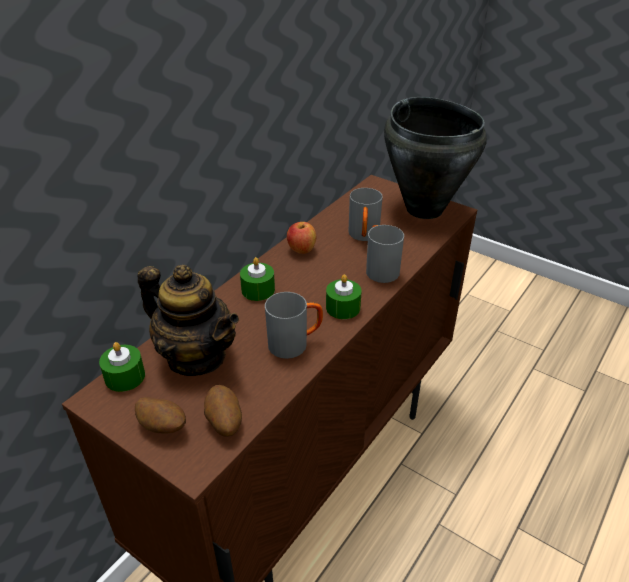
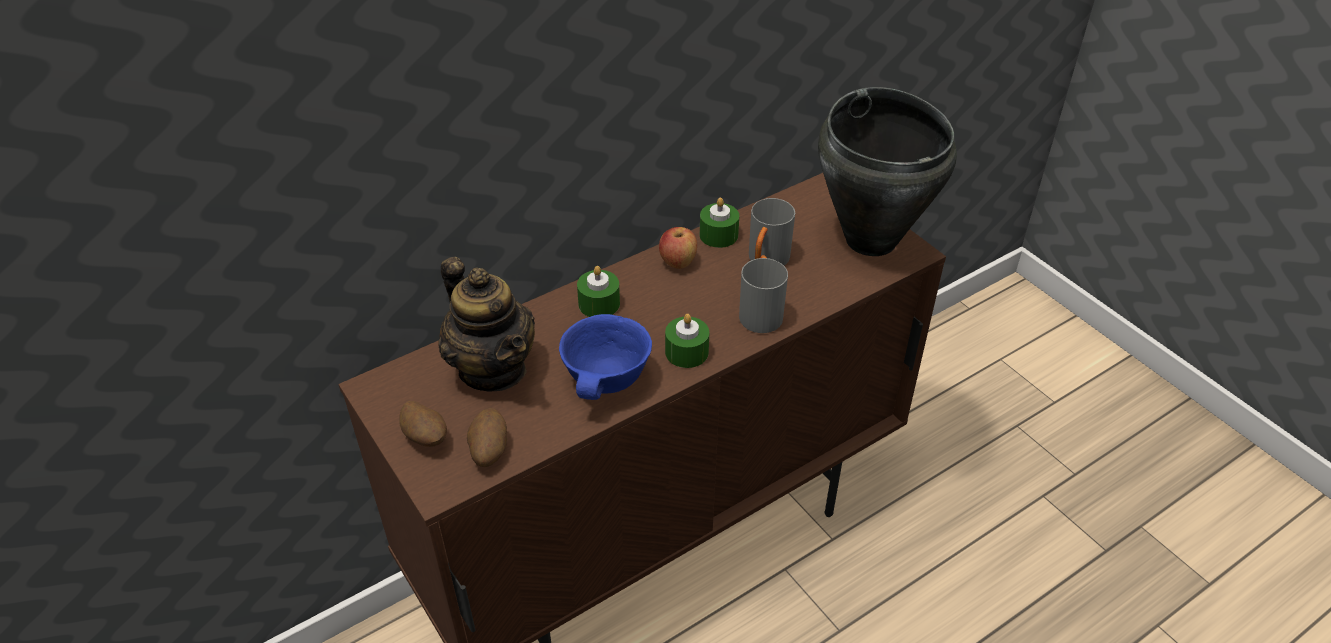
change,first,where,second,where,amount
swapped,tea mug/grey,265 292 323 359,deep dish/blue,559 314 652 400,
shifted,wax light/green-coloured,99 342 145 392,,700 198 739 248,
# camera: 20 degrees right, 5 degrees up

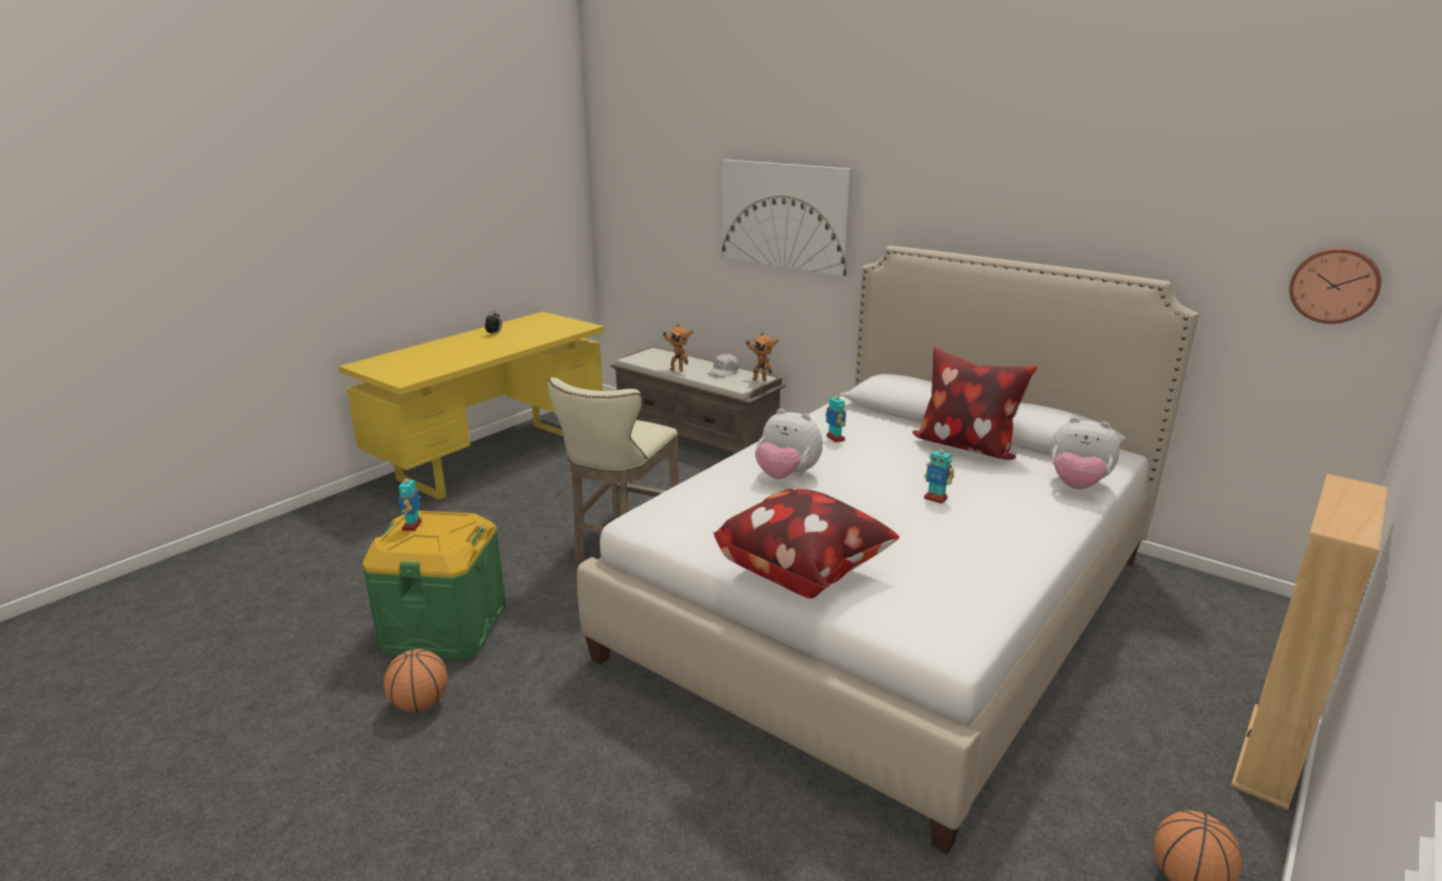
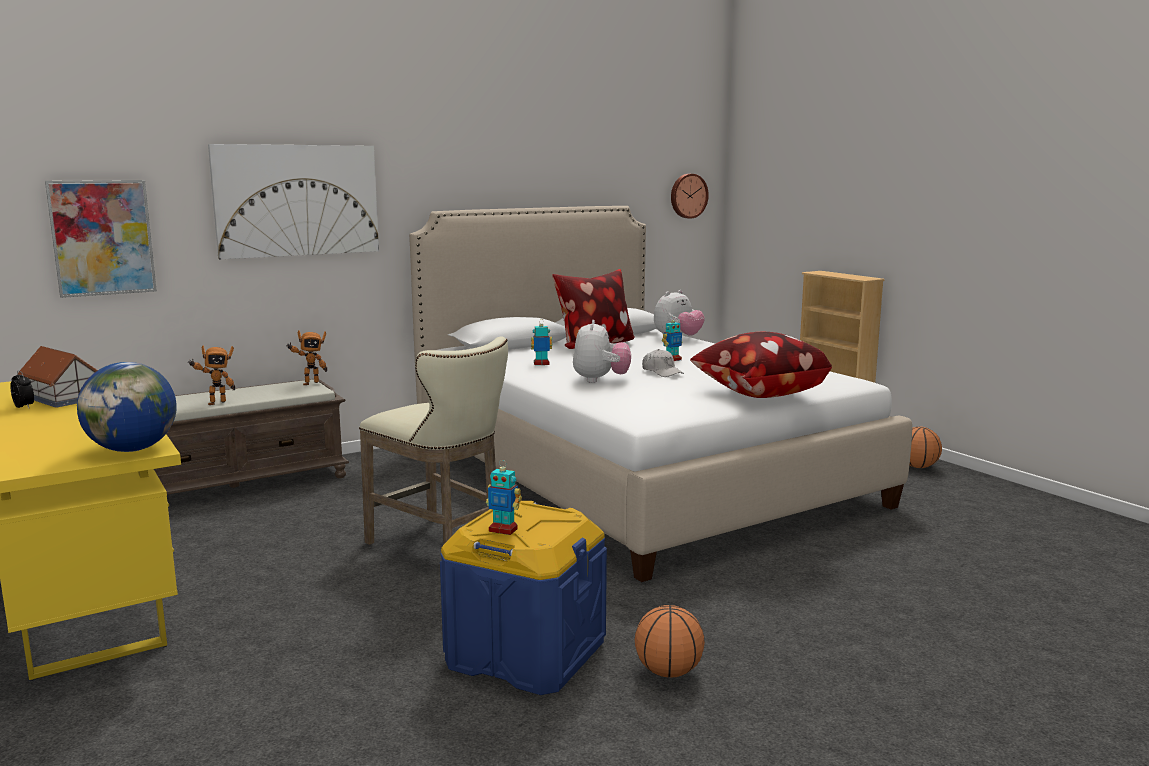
change,first,where,second,where,amount
new,,,model house,18 346 98 408,
new,,,wall picture,45 180 157 298,
new,,,desk globe,77 362 177 452,
repainted,storage box/green-coloured,362 511 506 660,storage box/blue,440 501 607 695,
rotated,cuddly toy,755 408 823 479,,573 320 631 383,45 degrees counterclockwise
shifted,cap/whitish,708 353 738 377,,642 349 684 377,
# camera: 70 degrees left, 10 degrees down

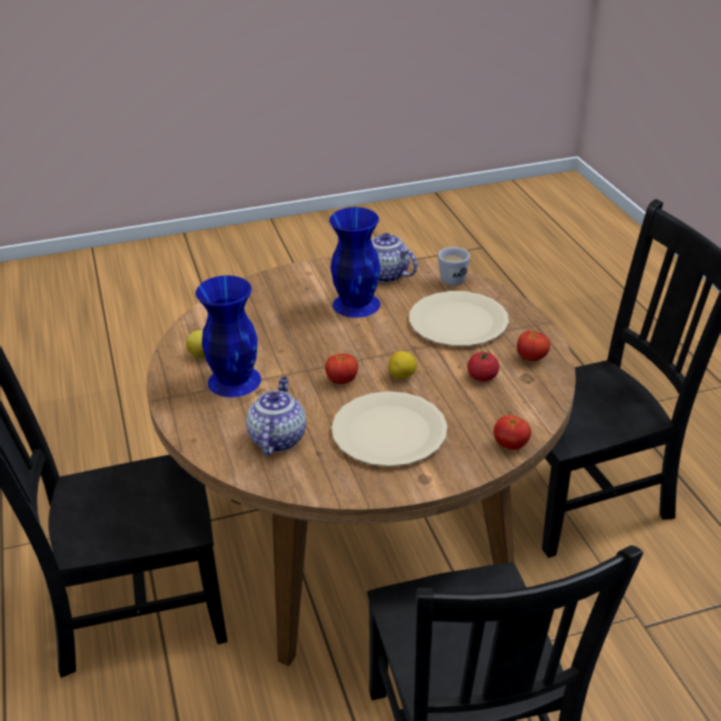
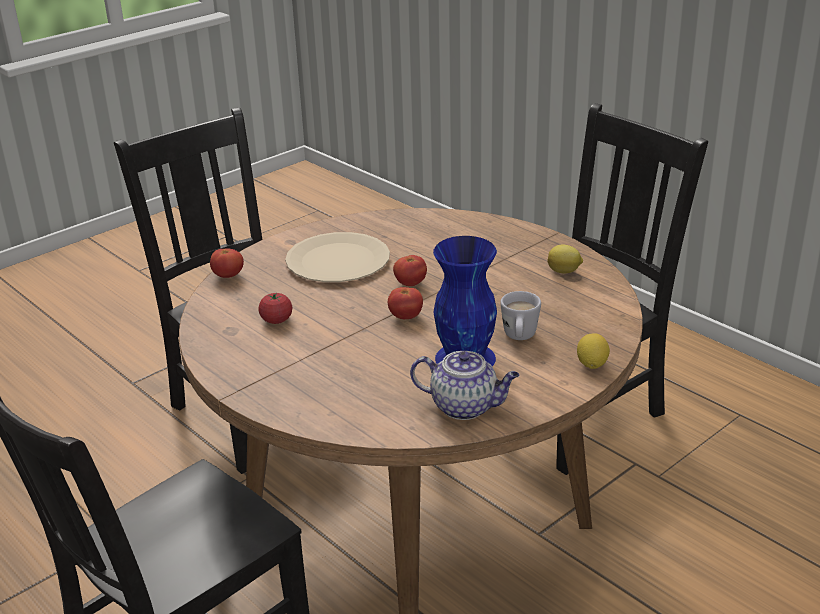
change,first,where,second,where,amount
shifted,whole tomato,517 331 550 361,,388 287 423 319,
shifted,tea mug/whitish,438 247 470 286,,500 291 541 340,
shifted,lemon,388 351 417 379,,577 333 610 369,
gone,vase/blue,196 275 261 397,,,
gone,tea pot,246 377 306 456,,,
gone,flat dish/beige,409 291 509 346,,,
# camera: 155 degrees right, 5 degrees down

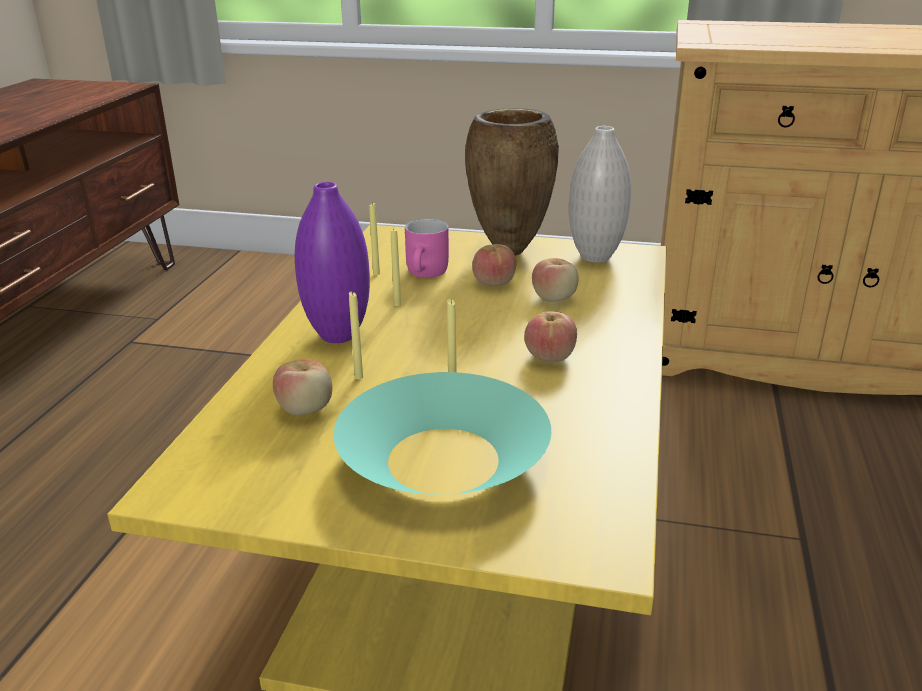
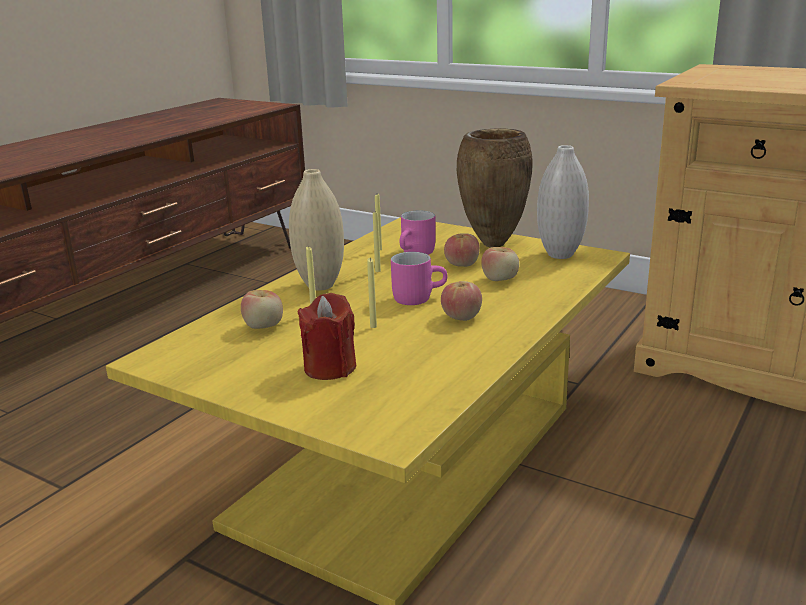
change,first,where,second,where,amount
repainted,vase/purple,294 182 370 343,vase/beige,289 169 344 290,
swapped,deep dish/turquoise-coloured,334 372 551 495,wax light/red,298 293 356 380,
new,,,tea mug/pinkish,391 252 448 305,
# camera: 20 degrees right, 5 degrees down

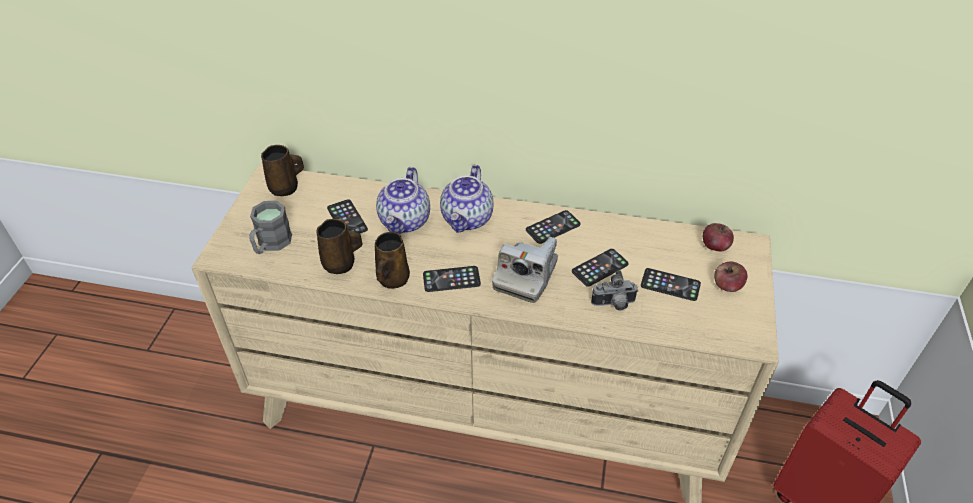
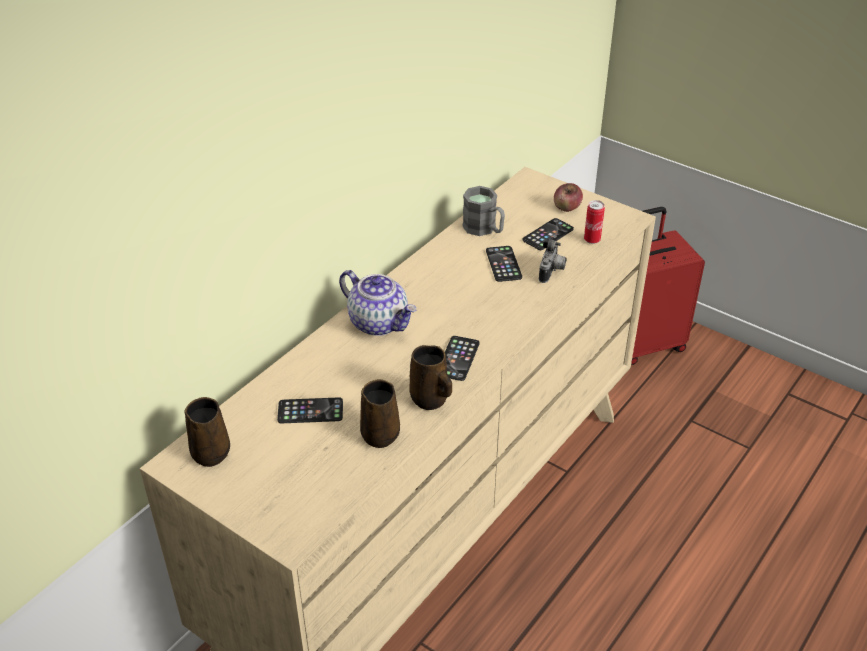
change,first,where,second,where,amount
shifted,tea mug/grey,249 201 292 254,,462 186 505 236,
new,,,can,584 200 605 244,
gone,tea pot,376 167 430 234,,,
gone,still camera,492 237 558 303,,,
gone,phone,526 210 581 244,,,
gone,apple,703 223 734 251,,,
# camera: 65 degrees left, 5 degrees down

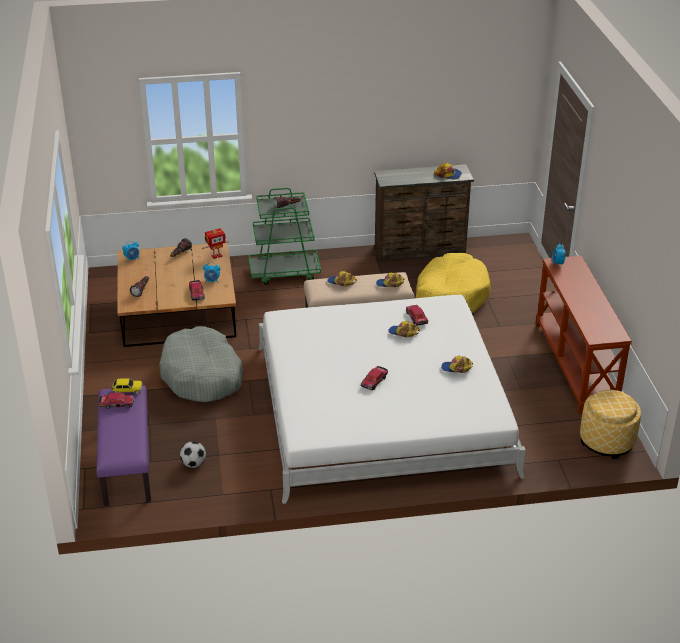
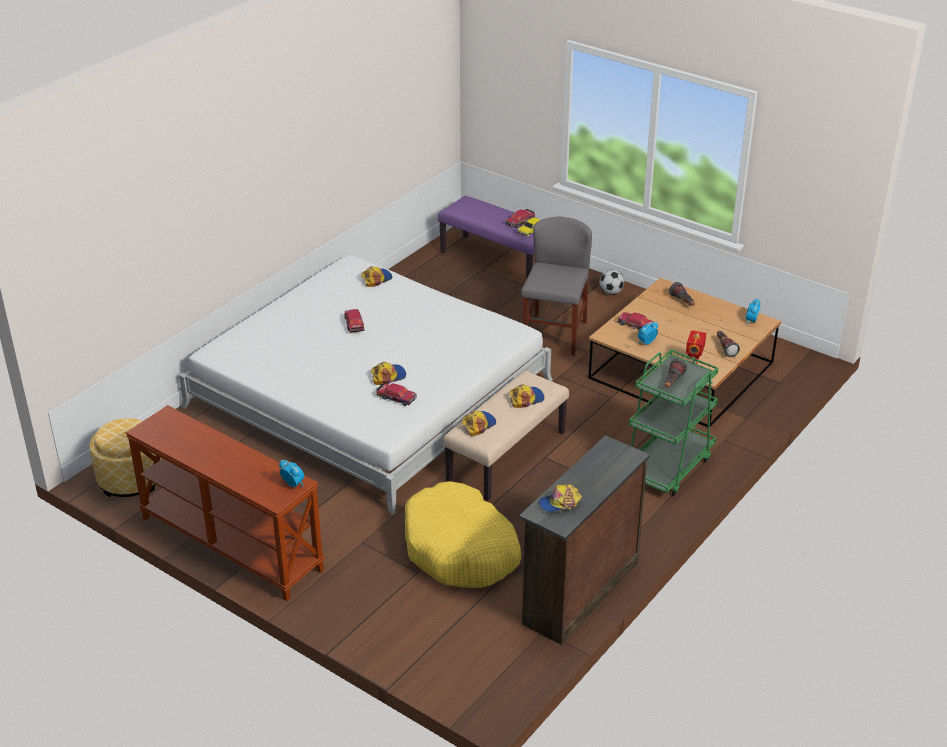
change,first,where,second,where,amount
shifted,cap,441 356 473 373,,361 266 392 287,
swapped,dog bed/grey,159 326 243 402,chair/grey,521 217 592 356,
shifted,ball for football,180 441 206 468,,600 269 624 295,
# camera: 135 degrees right, 0 degrees up

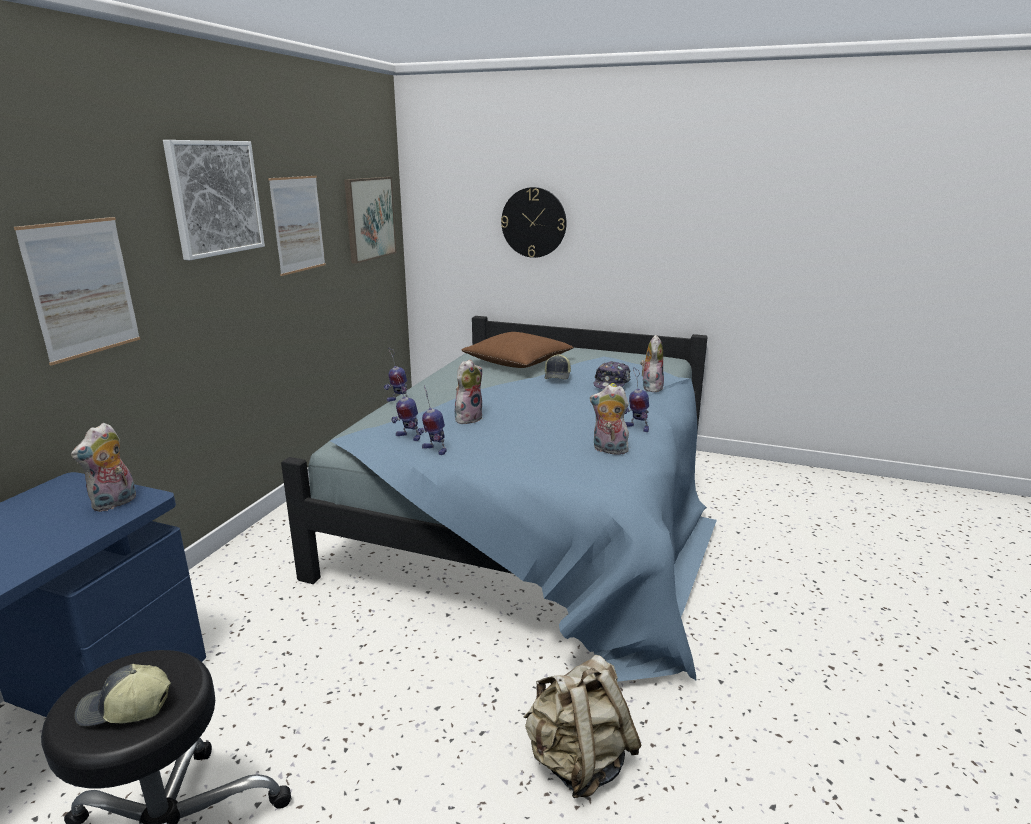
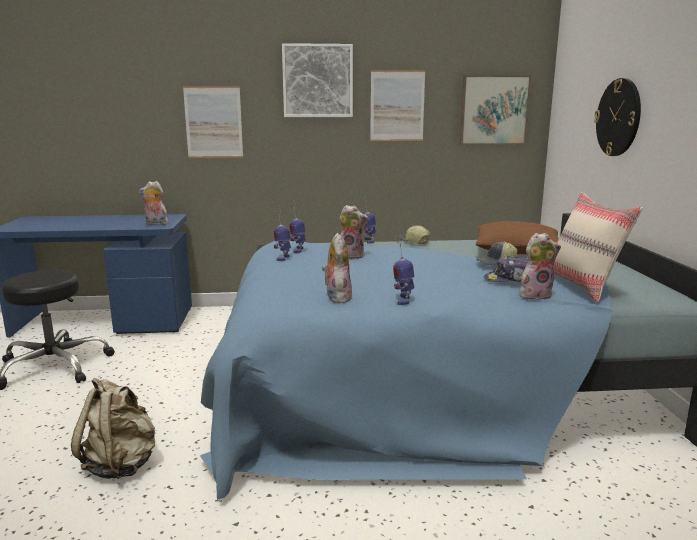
change,first,where,second,where,amount
shifted,cap,75 664 171 726,,400 225 430 244,
new,,,pillow/beige,553 192 643 302,
# camera: 65 degrees right, 5 degrees down

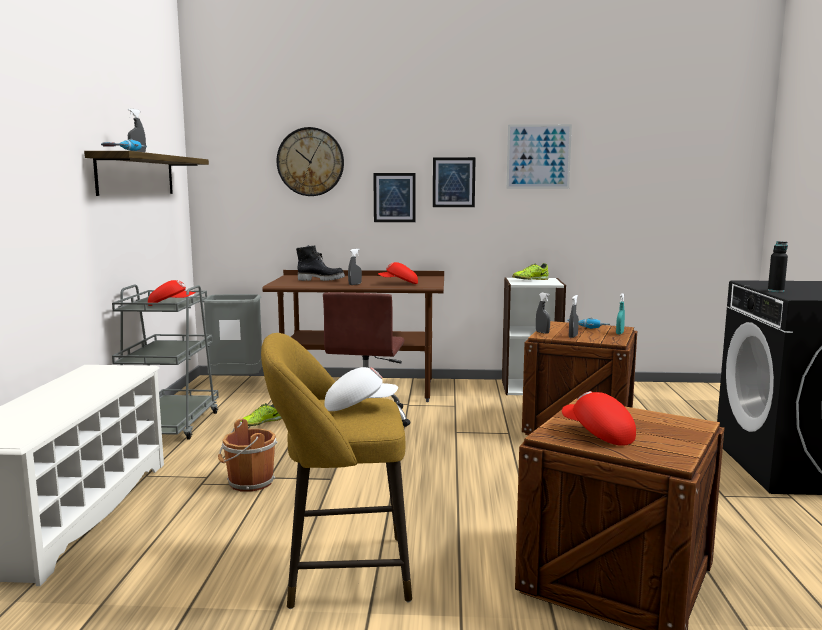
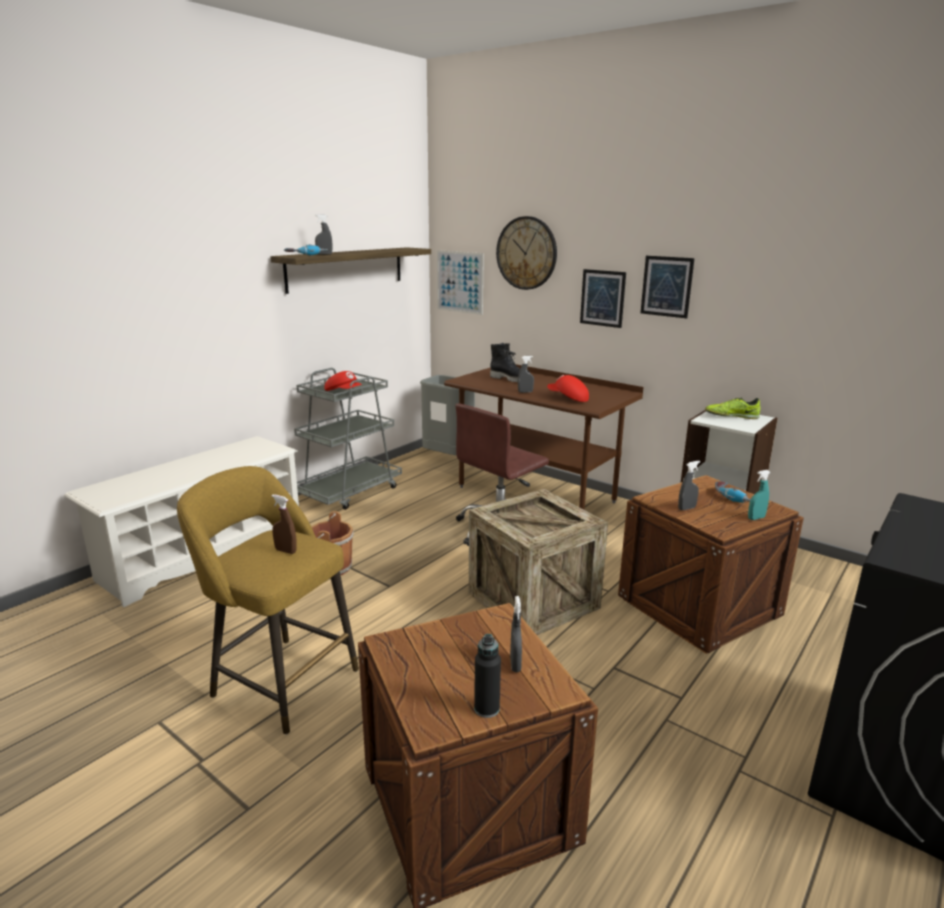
change,first,where,second,where,amount
swapped,cap/whitish,325 367 398 411,spray bottle/brown-coloured,272 494 297 554,
shifted,wall picture,506 124 572 189,,437 250 484 315,
new,,,shipping crate,469 489 608 635,
shifted,drink bottle/blackish,768 241 788 292,,474 634 501 718,
shifted,spray bottle/grey,536 293 550 334,,510 596 522 672,
gone,item of footwear,240 403 282 426,,,
gone,cap/red,562 391 636 446,,,
# camera: 35 degrees right, 10 degrees up

